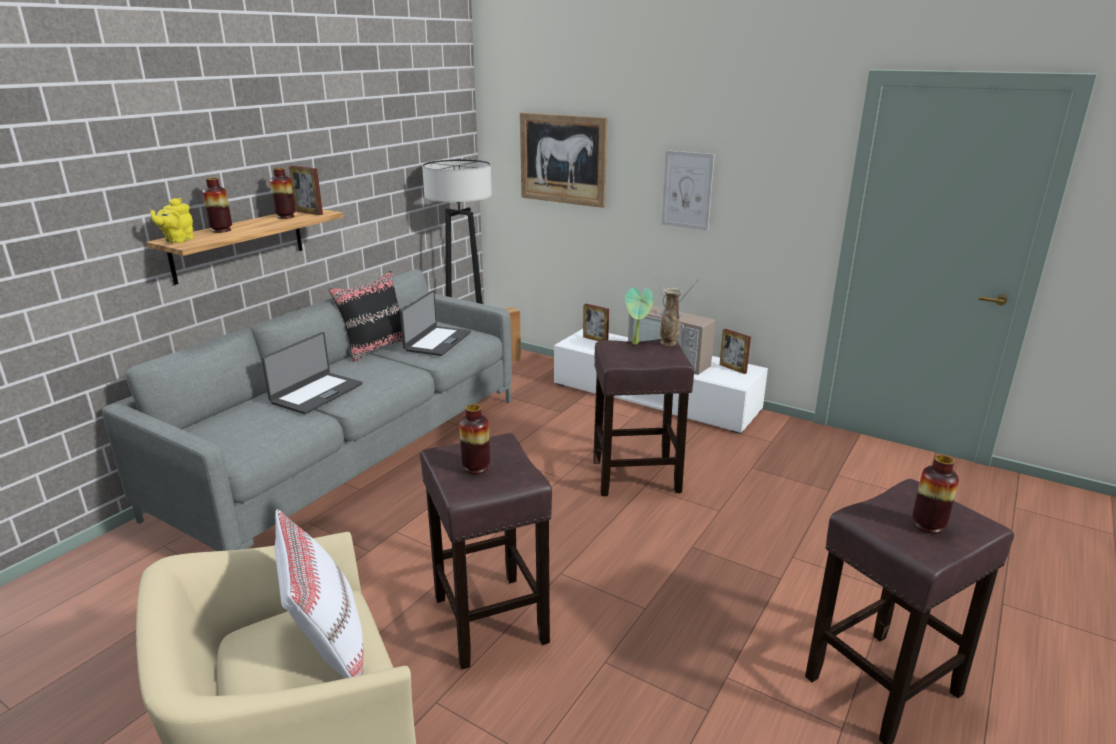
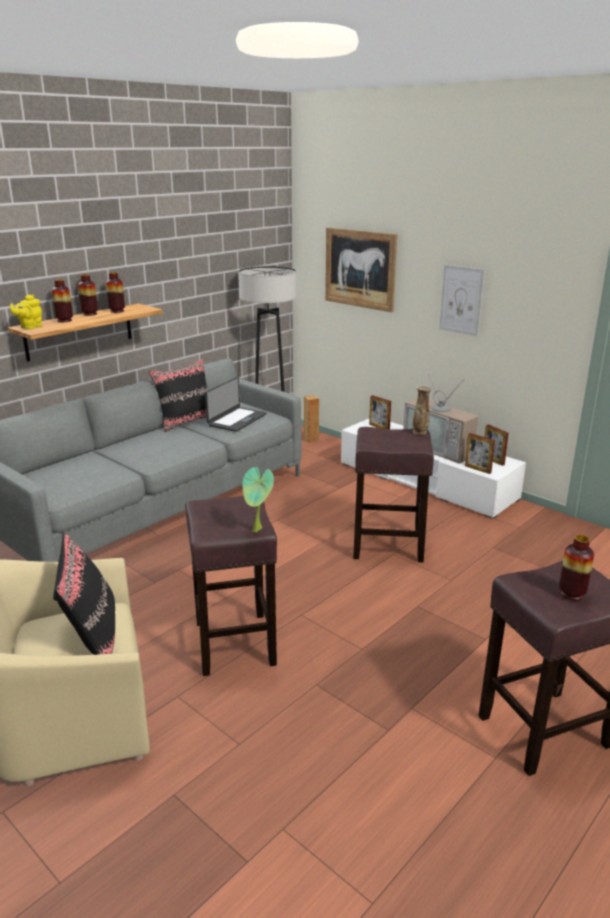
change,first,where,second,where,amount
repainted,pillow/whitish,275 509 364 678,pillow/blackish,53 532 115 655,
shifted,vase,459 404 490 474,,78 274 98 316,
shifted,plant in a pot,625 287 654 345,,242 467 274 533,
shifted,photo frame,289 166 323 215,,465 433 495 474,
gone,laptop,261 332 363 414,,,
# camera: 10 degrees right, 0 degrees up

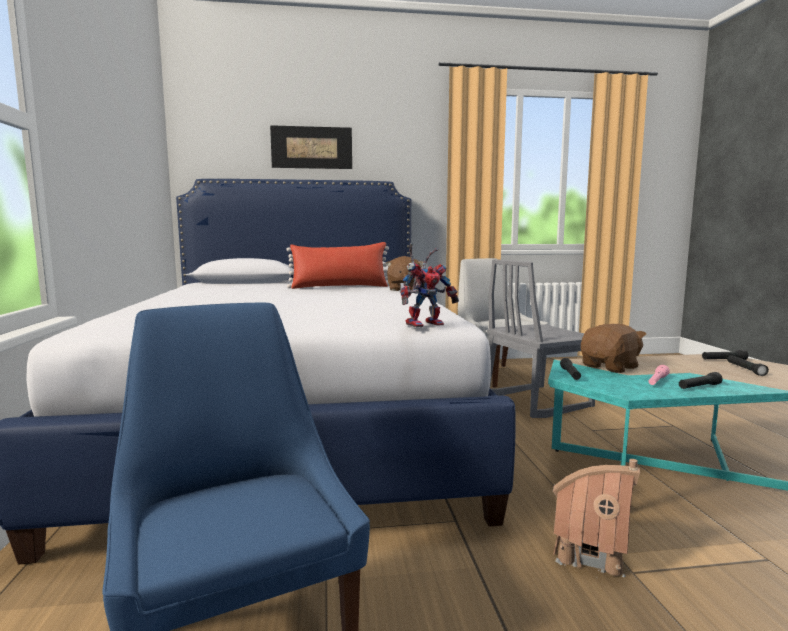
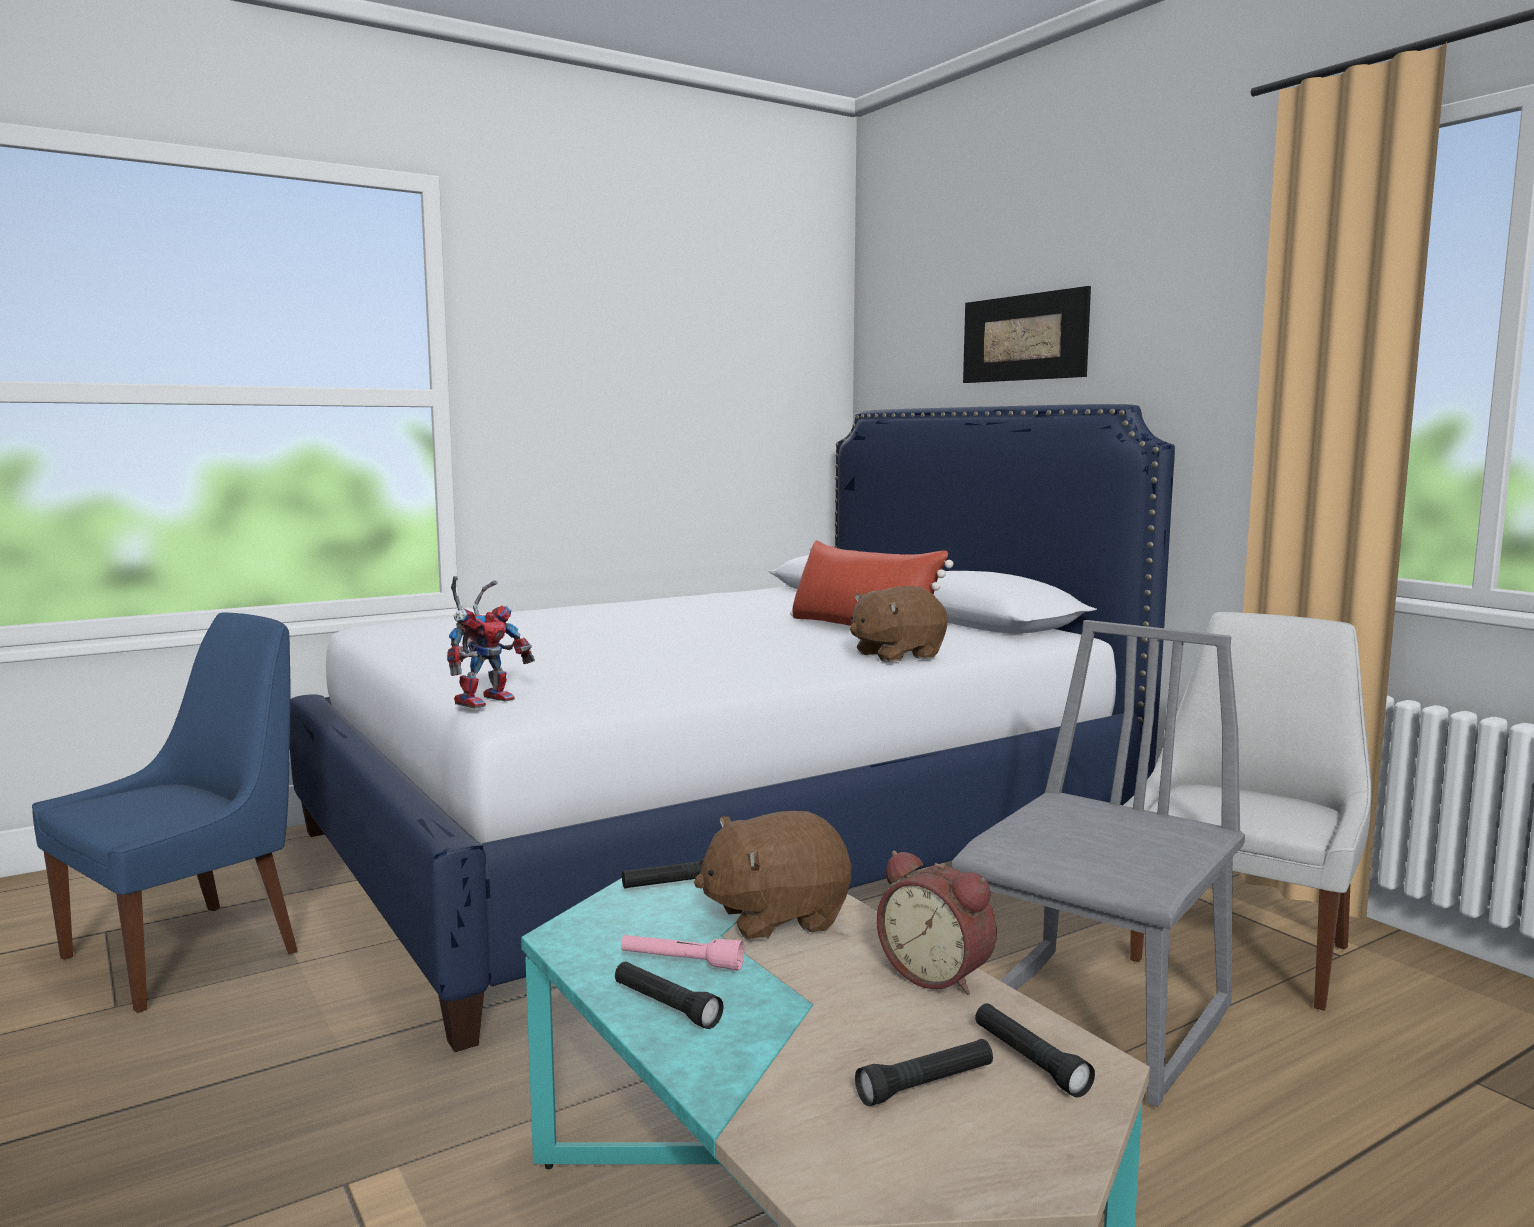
change,first,where,second,where,amount
rotated,model robot,401 243 459 328,,447 576 535 709,90 degrees counterclockwise
rotated,cuddly toy/brown-coloured,581 324 646 373,,694 811 852 940,135 degrees clockwise
new,,,alarm clock,877 851 997 995,
rotated,chair/grey,487 259 595 418,,952 620 1245 1107,90 degrees clockwise
gone,model house,553 459 640 577,,,
# camera: 65 degrees right, 0 degrees up

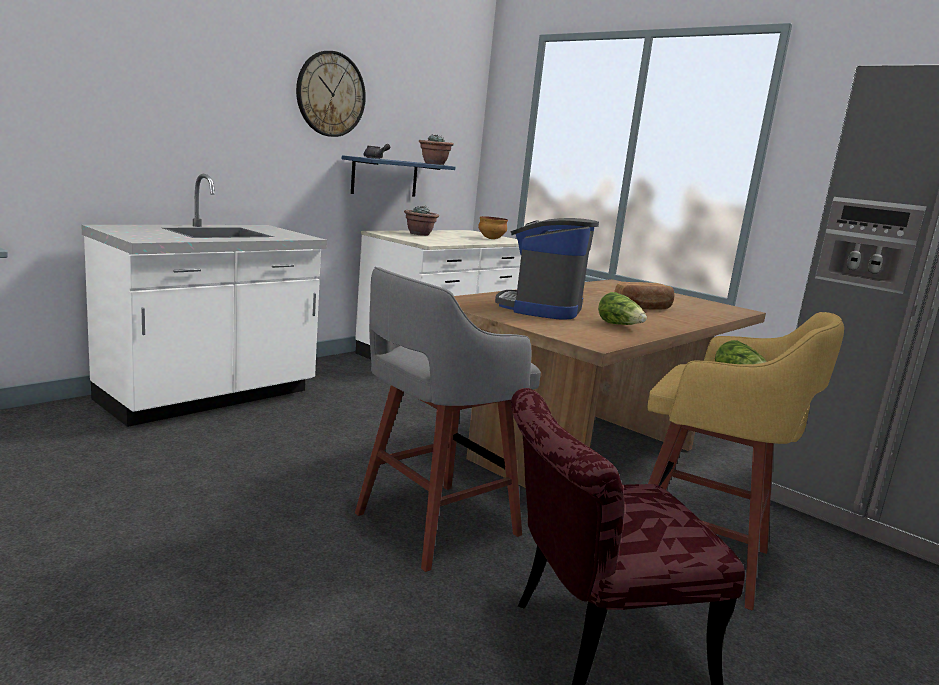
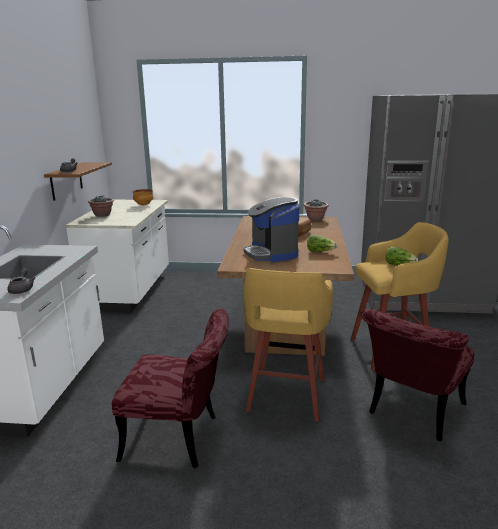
change,first,where,second,where,amount
new,,,tea pot/grey,7 268 35 294,
repainted,wall shelf/blue,342 155 455 197,wall shelf/brown-coloured,44 162 112 201,
new,,,chair/red,112 308 229 469,
repainted,stool/grey,355 267 541 572,stool/yellow-coloured,243 268 333 422,
shifted,plant in a pot,419 134 454 165,,304 199 329 221,
gone,clock on the wall,296 51 366 137,,,
# camera: 35 degrees left, 5 degrees up

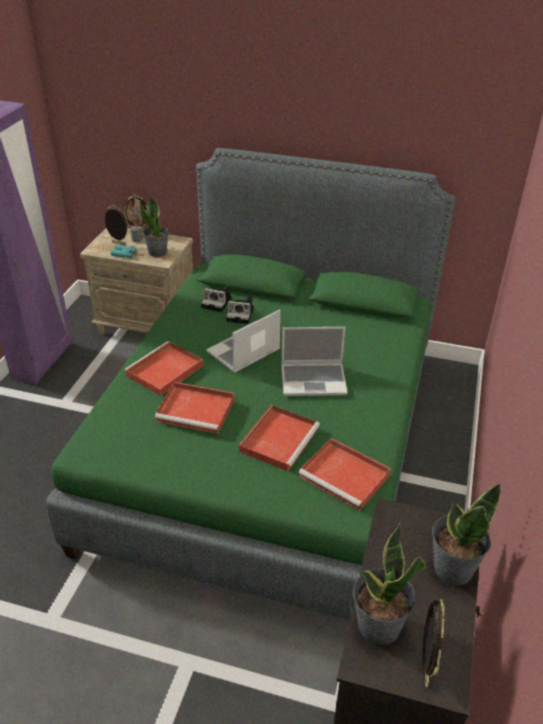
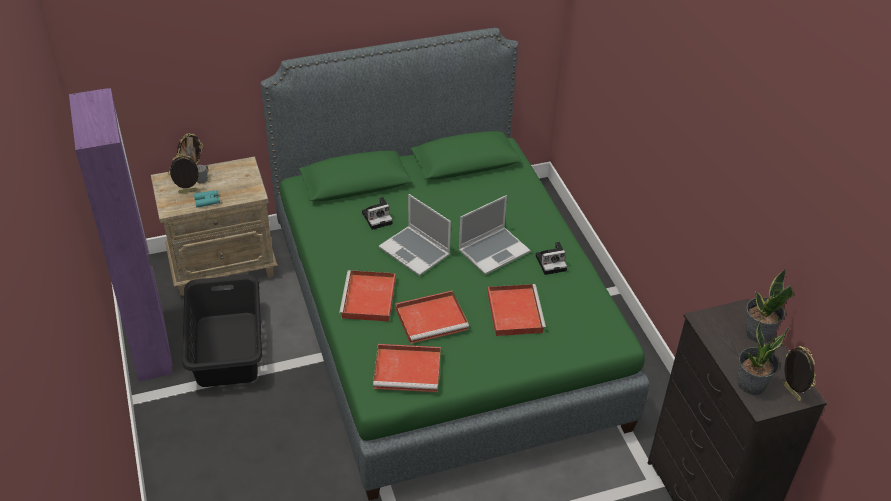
change,first,where,second,where,amount
new,,,hamper/blackish,182 275 262 387,
shifted,serving tray/red,299 438 391 511,,373 344 441 392,
rotated,laptop,206 310 281 373,,379 194 451 276,60 degrees counterclockwise
shifted,still camera,201 285 232 312,,535 242 567 275,
gone,plant in a pot,140 196 169 257,,,
# camera: 35 degrees left, 5 degrees up

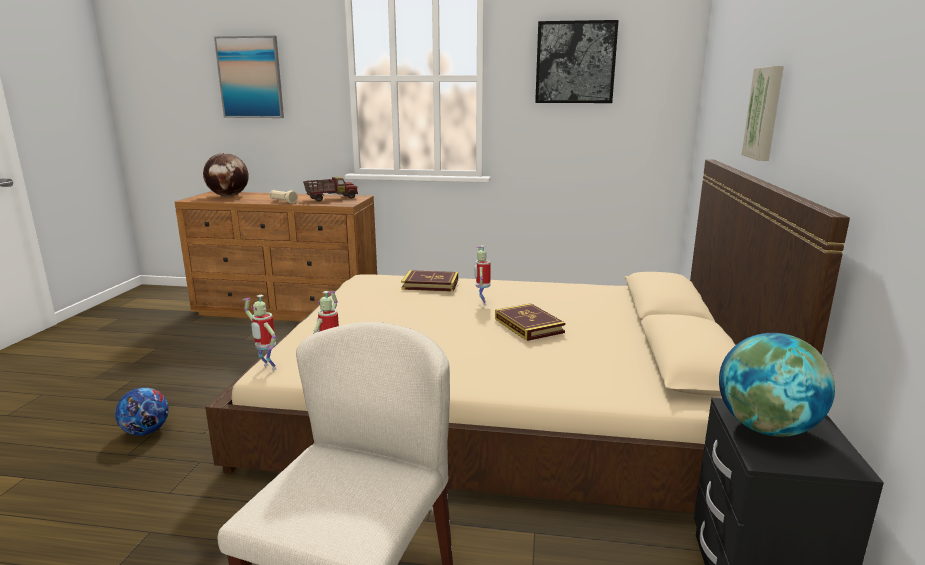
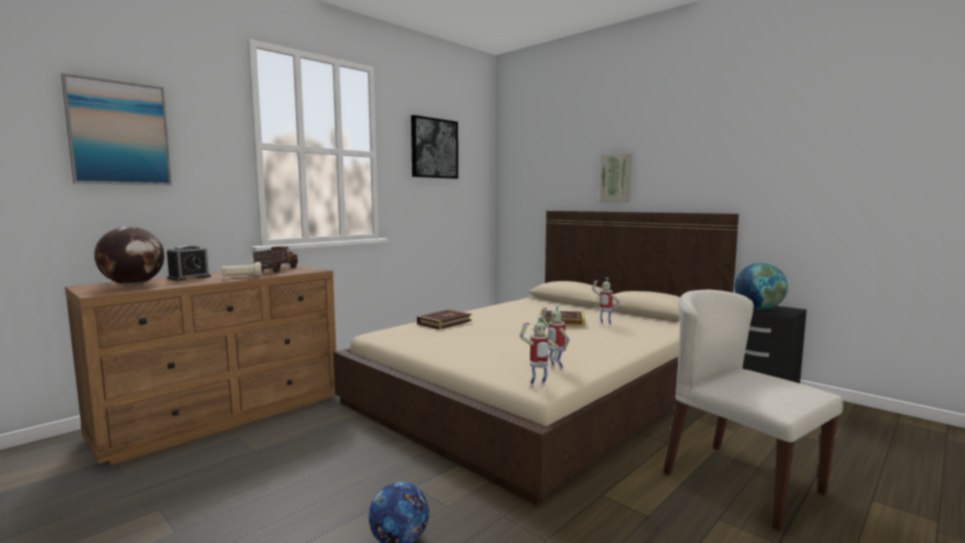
change,first,where,second,where,amount
new,,,alarm clock,167 245 211 281,
shifted,model robot,474 245 491 306,,592 278 620 326,
# camera: 55 degrees left, 10 degrees down

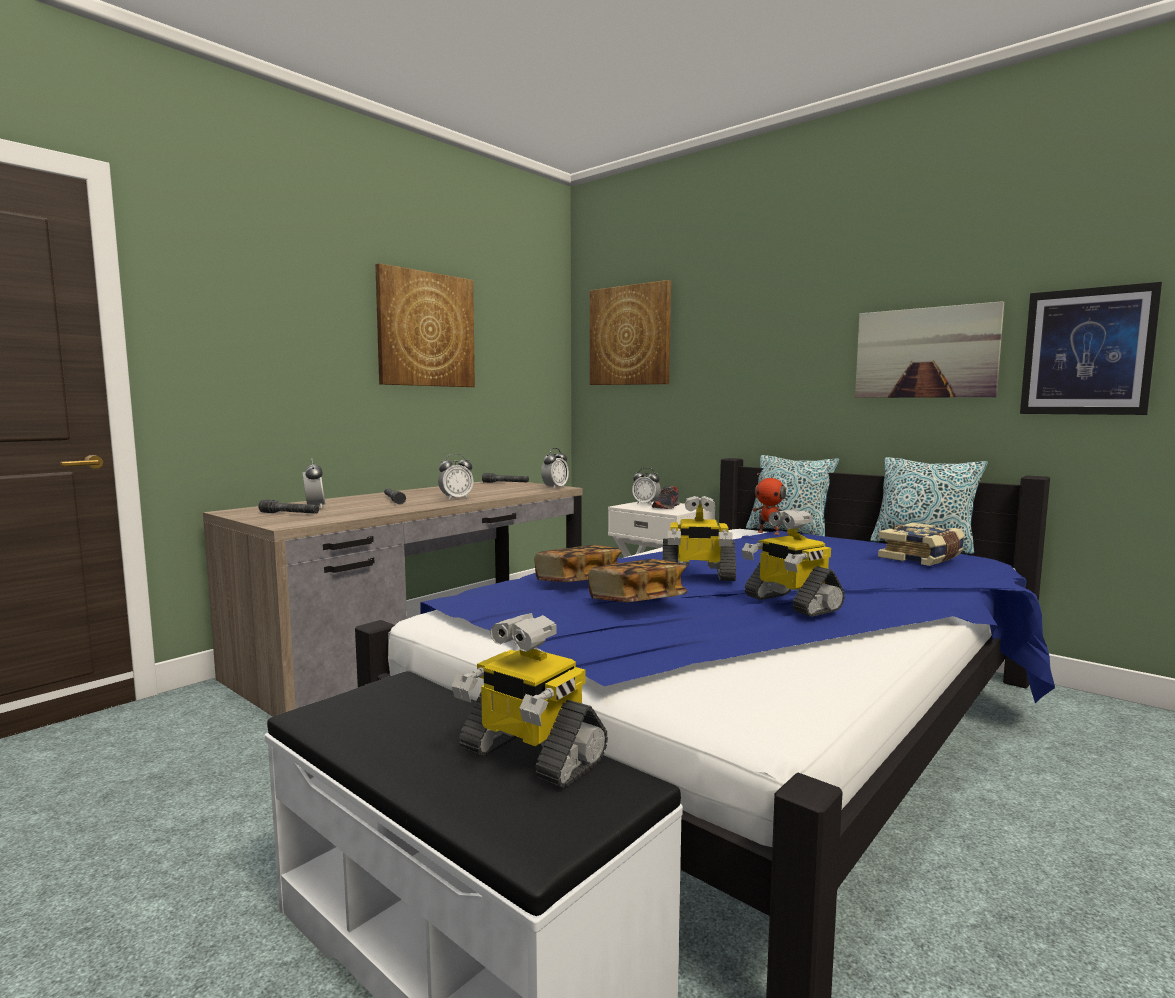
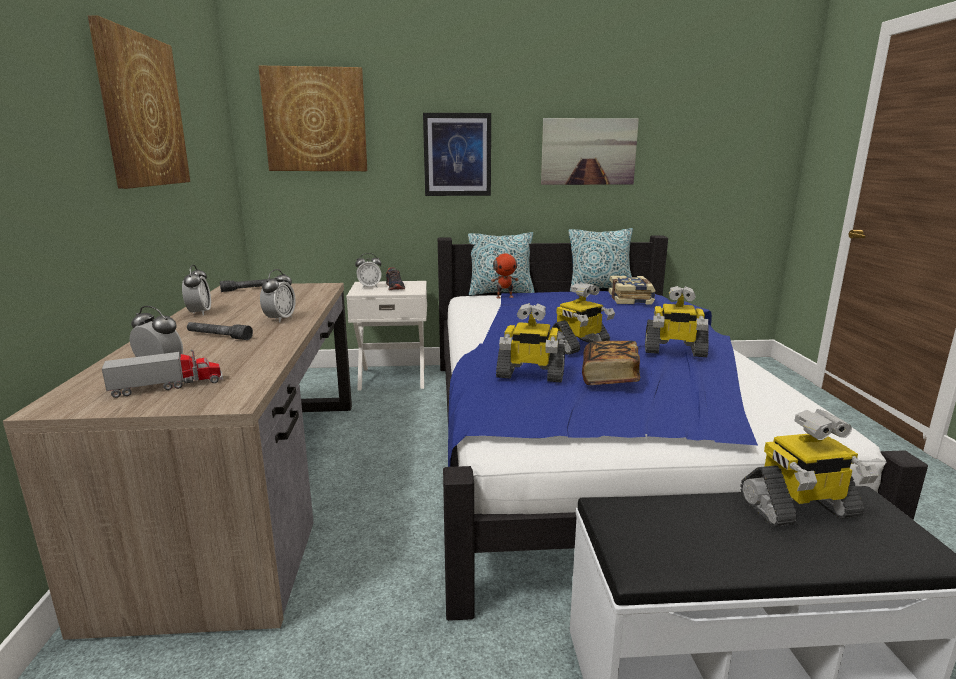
change,first,where,second,where,amount
swapped,flashlight/grey,258 499 319 514,model truck,102 349 223 398,
shifted,alarm clock,541 448 569 489,,182 265 211 316,
shifted,wall picture,1020 282 1162 415,,423 113 491 196,
swapped,bound book,534 545 622 582,model robot,496 303 565 383,
# camera: 45 degrees left, 10 degrees up

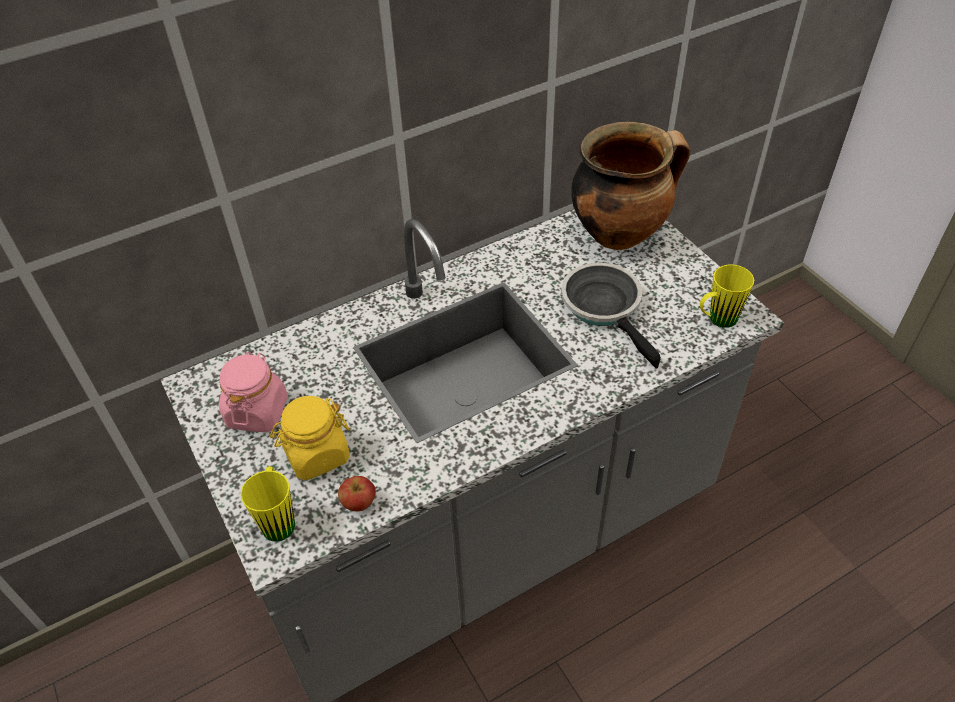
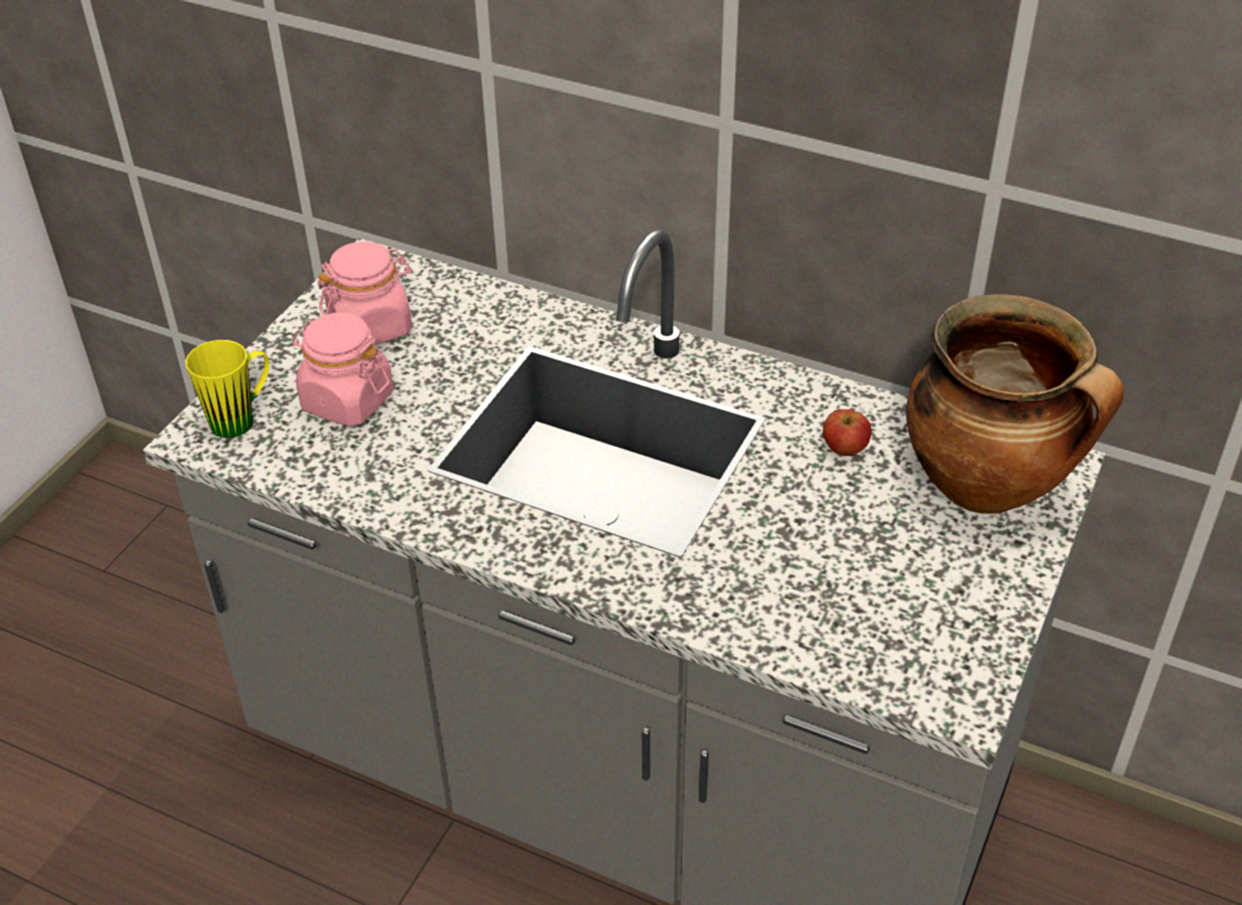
change,first,where,second,where,amount
repainted,storage jar/yellow-coloured,270 396 350 480,storage jar/pinkish,292 313 394 427,
shifted,apple,338 476 376 511,,823 409 871 456,
gone,frying pan,561 263 661 369,,,
gone,tea mug/yellow-coloured,700 265 754 328,,,
# camera: 55 degrees right, 5 degrees down

